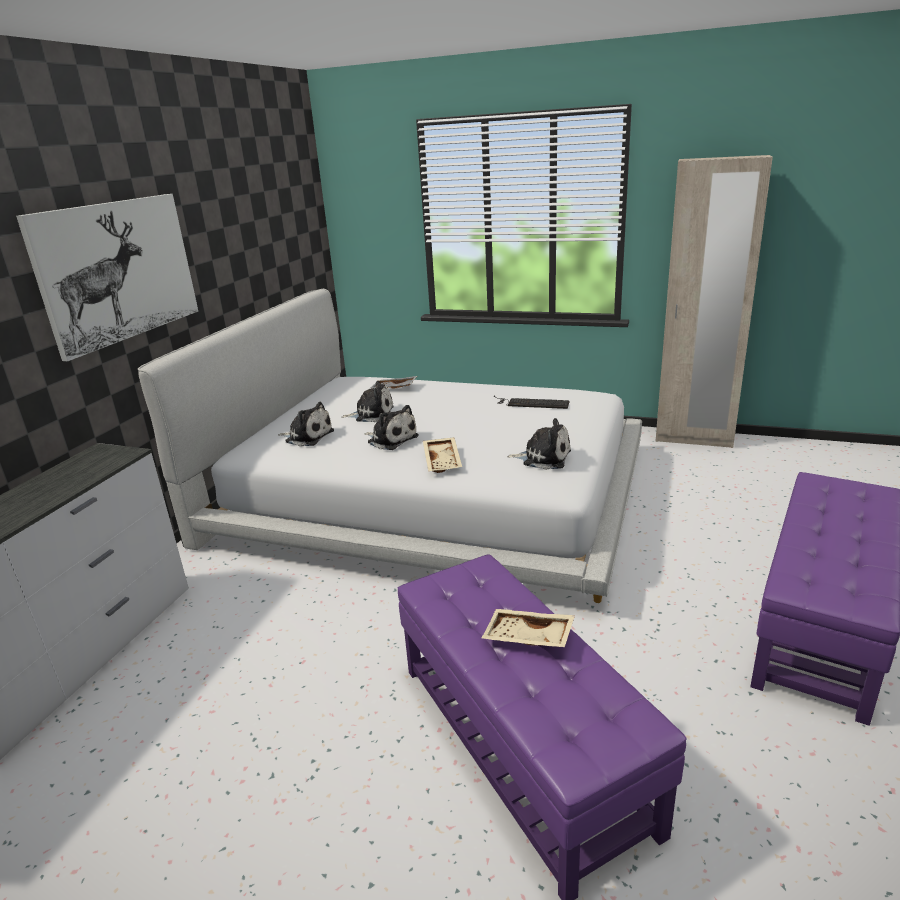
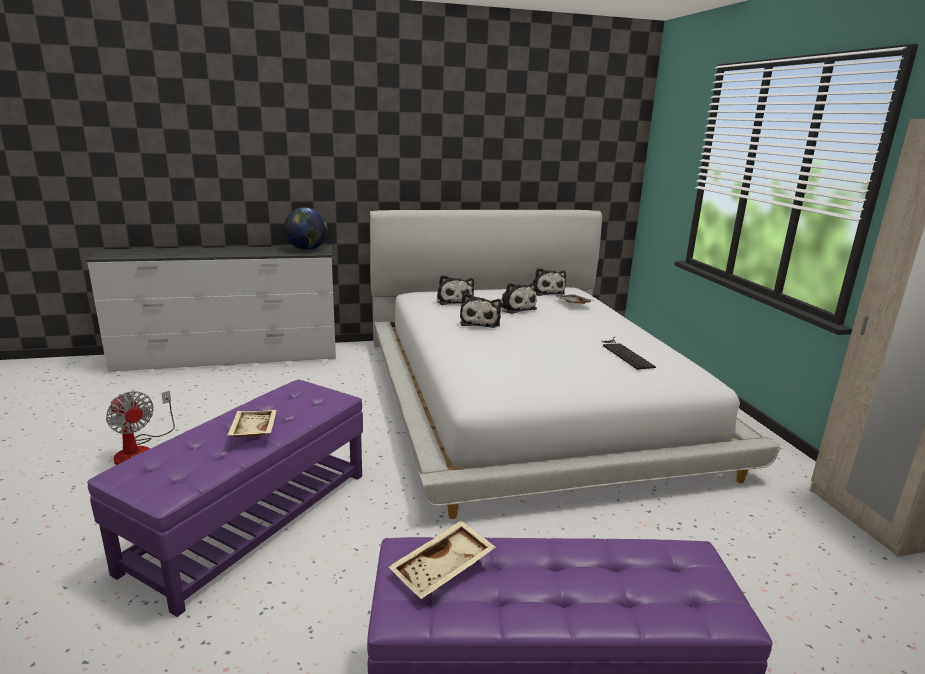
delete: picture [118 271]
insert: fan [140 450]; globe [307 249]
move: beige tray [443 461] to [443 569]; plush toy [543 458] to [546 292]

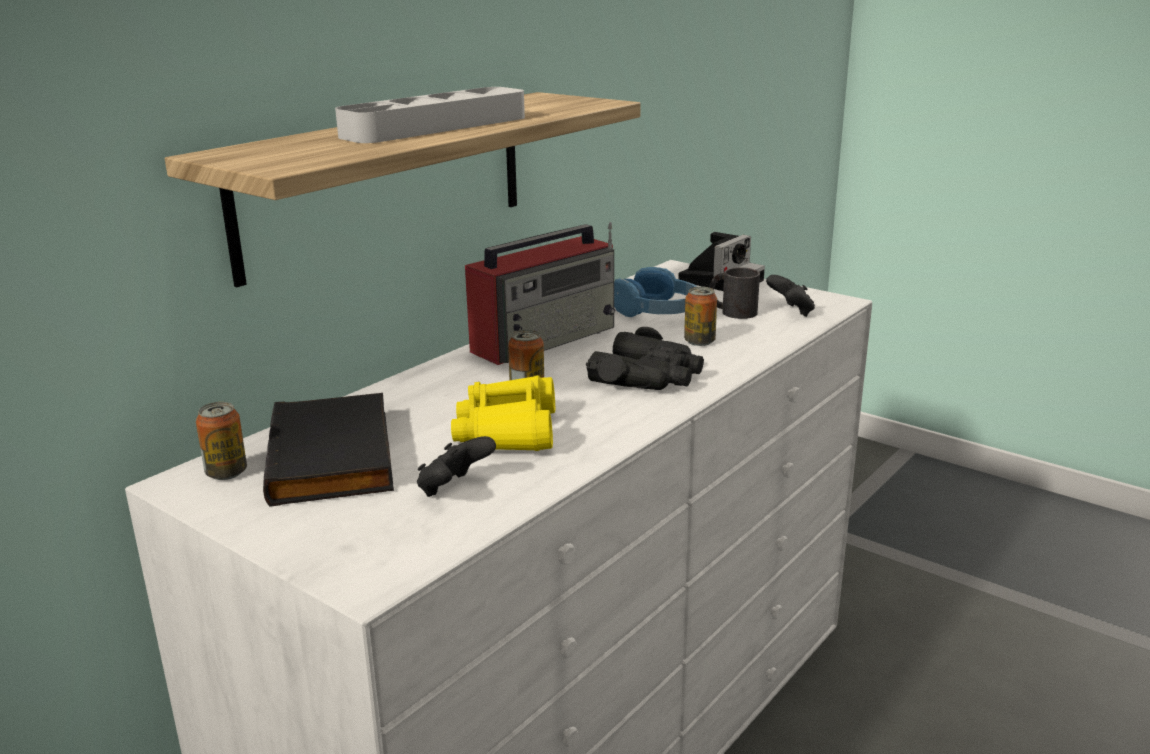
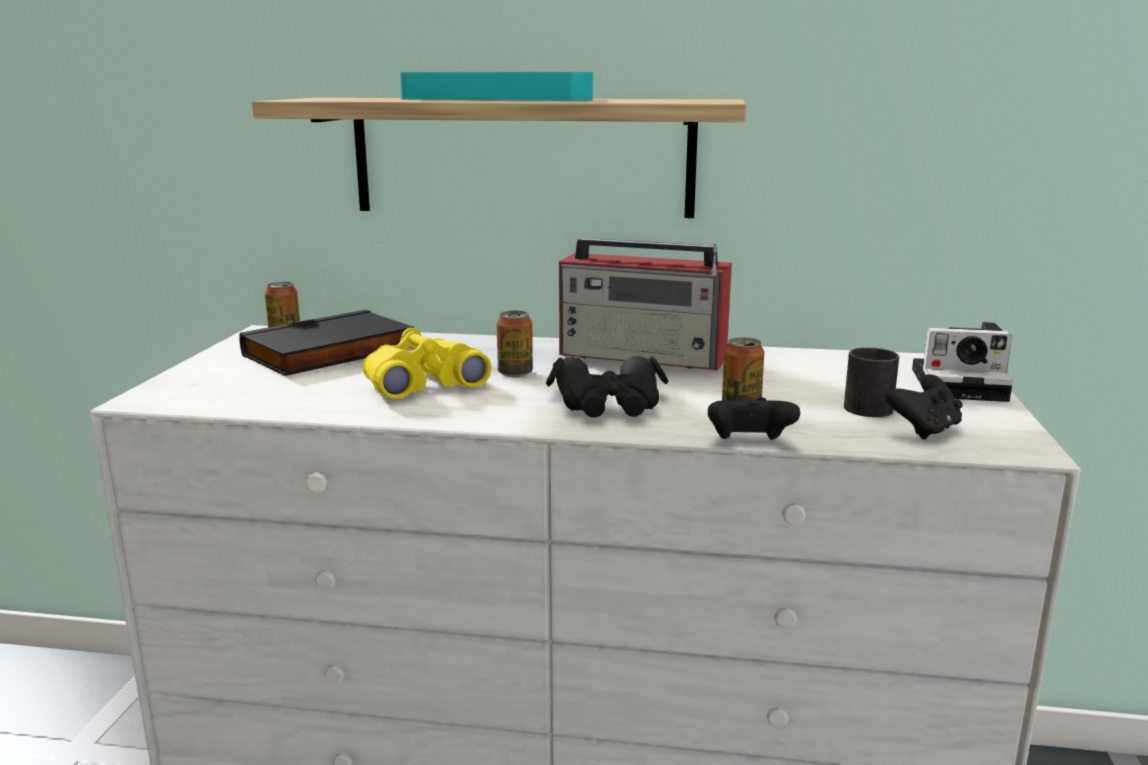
delete: blue headphones [657 311]
move: black game controller [454 489] to [749 443]
recolor: grey tray [436 127] to turquoise tray [495 99]

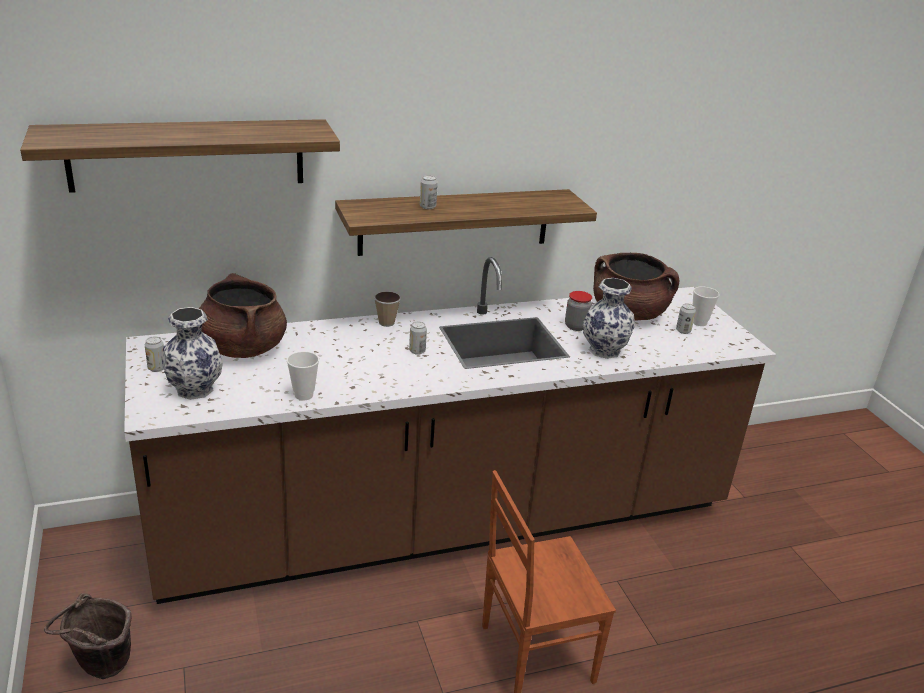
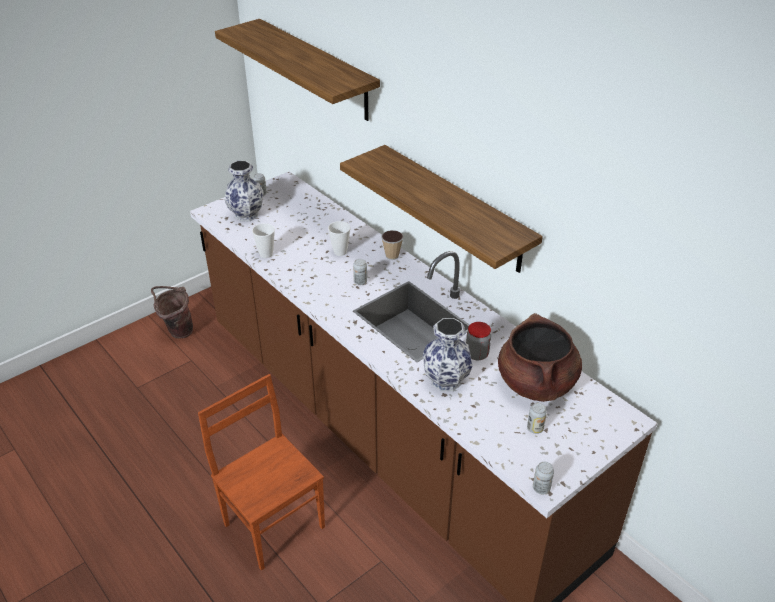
delete: brown cooking pot [243 348]
move: can [427 207] to [541 488]; cup [699 322] to [340 252]

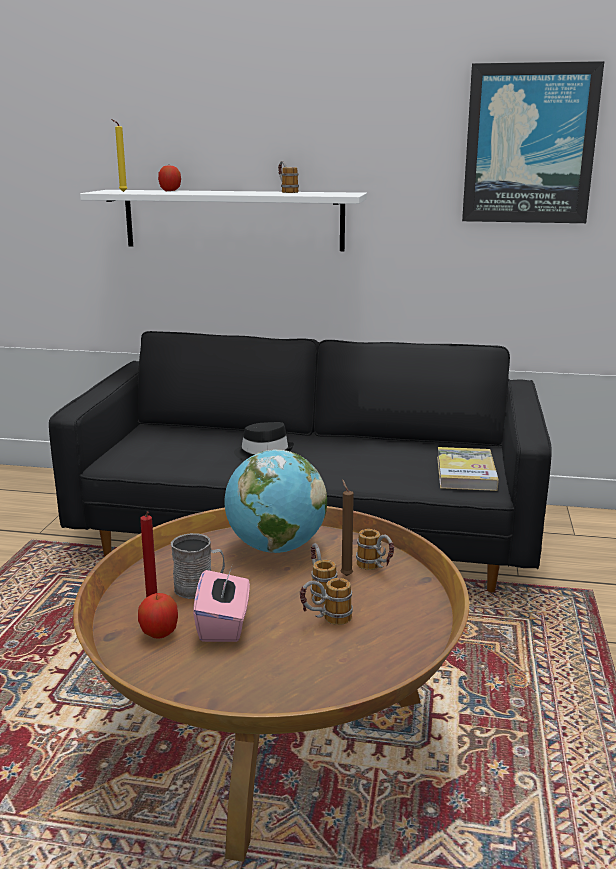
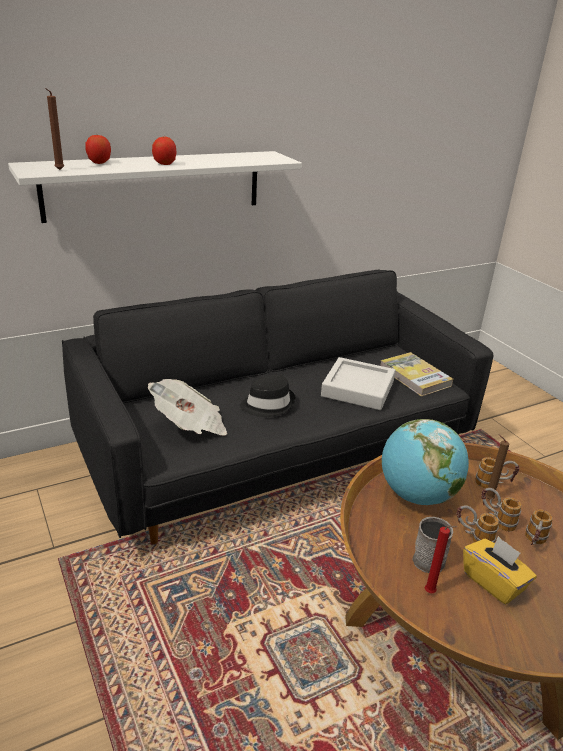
delete: picture [529 144]
insert: newspaper [190 425]; grey tray [358 389]
move: apple [159 633] to [165 164]; mug [286 192] to [472 537]
recolor: yellow candle [122 192] to brown candle [58 170]; pink tissue box [224 625] to yellow tissue box [493 582]

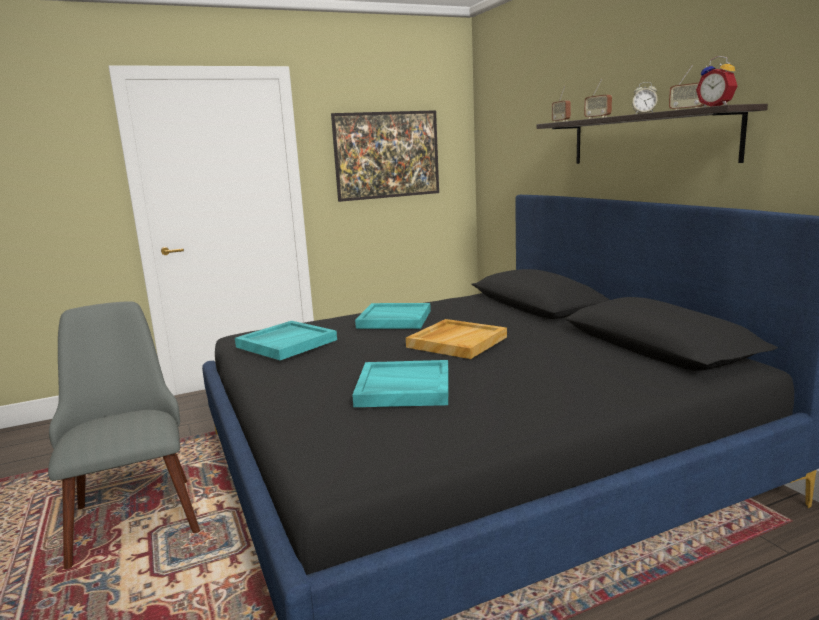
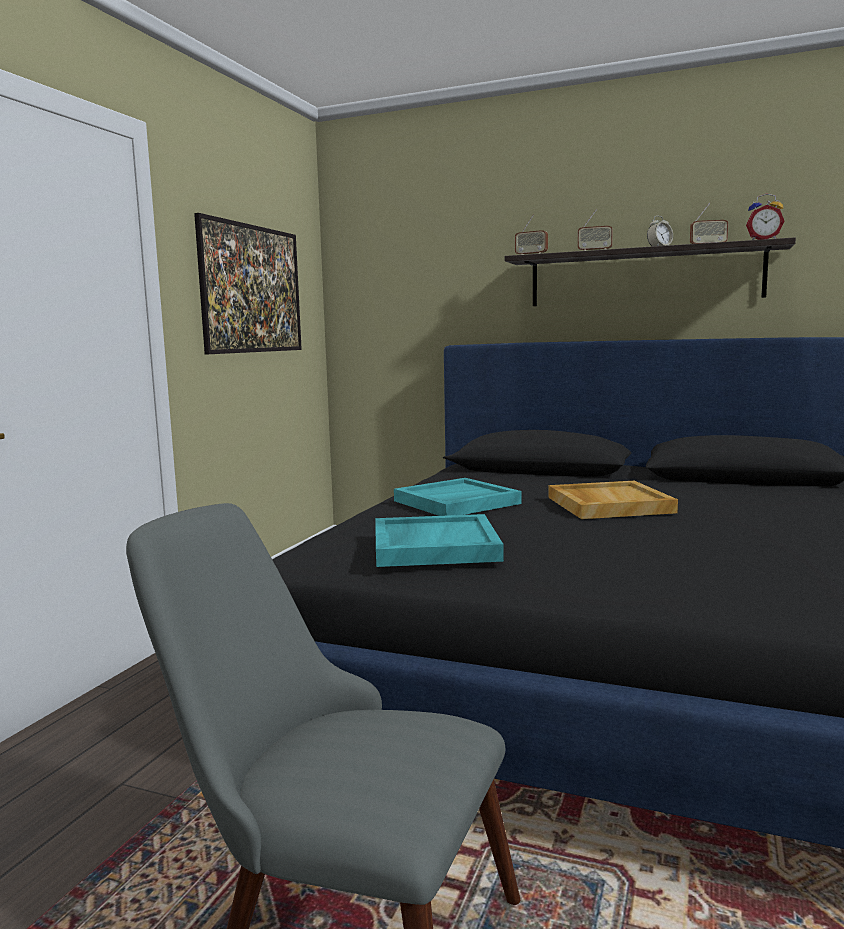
delete: turquoise tray [403 388]

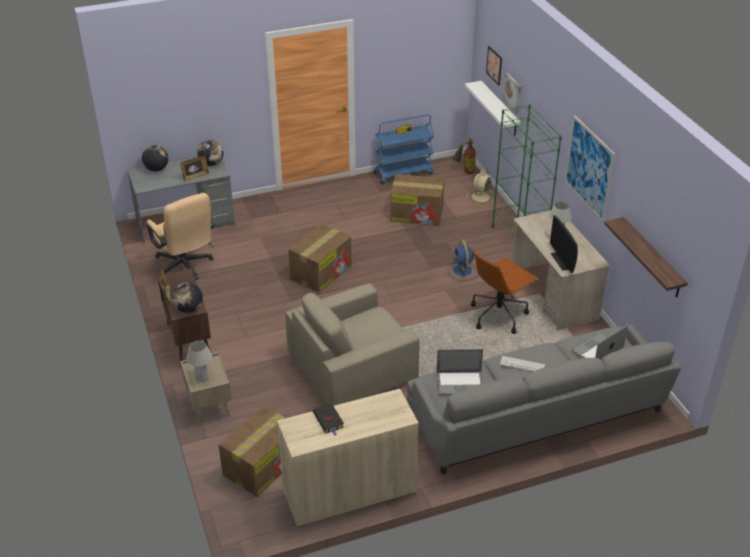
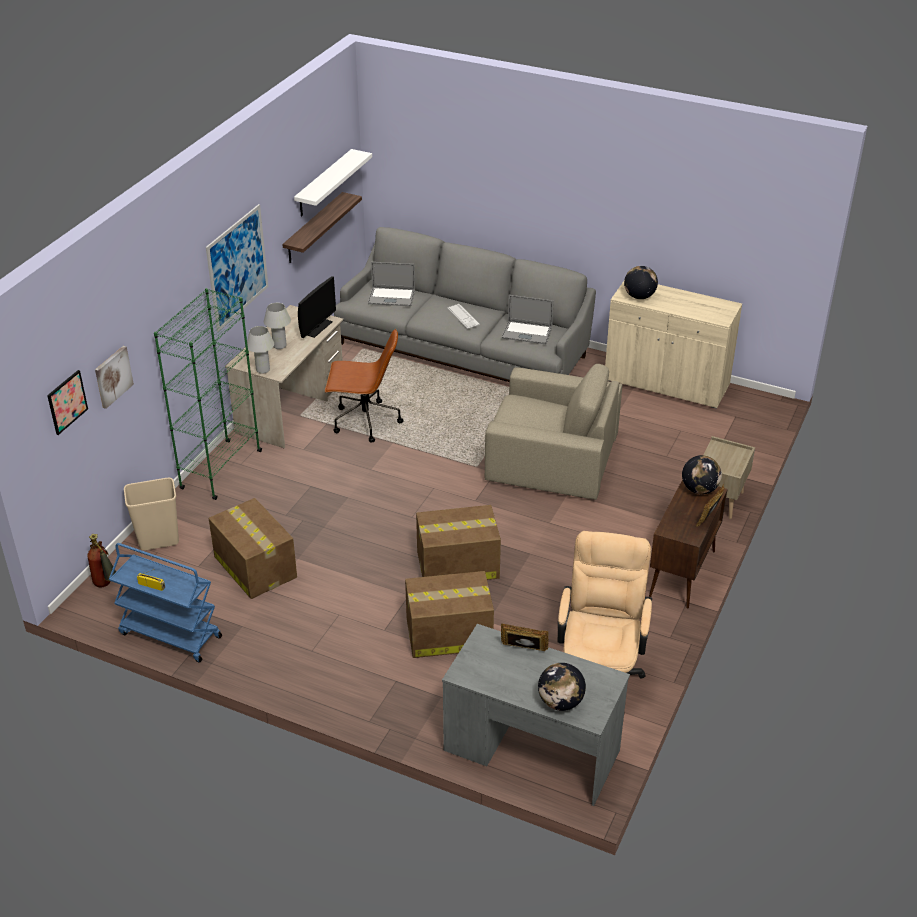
delete: black book [329 420]; blue fan [462 271]
move: white table lamp [202 377] to [263 370]; globe [211 164] to [639 296]; cardboard box [262 465] to [447 634]; white shelf [499 109] to [324 183]
replace: beige fan [480 197] to beige trash can [159 540]
rotate: laptop [460 383] = [527 333] 150 degrees clockwise

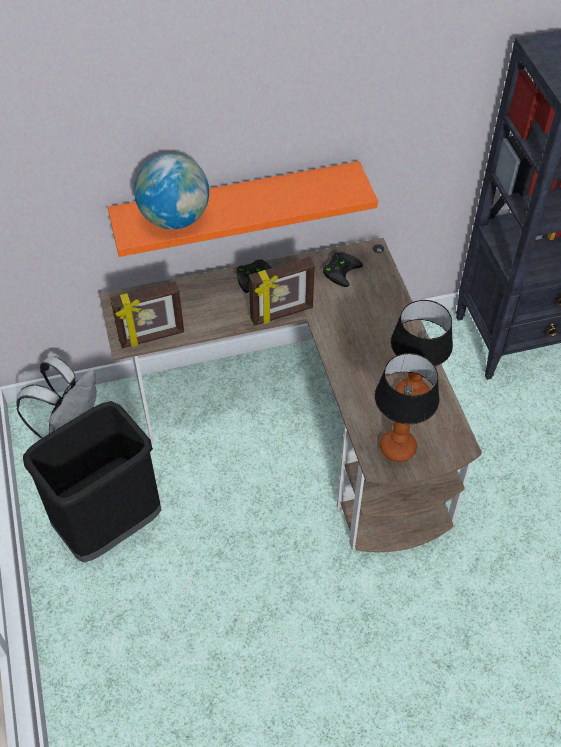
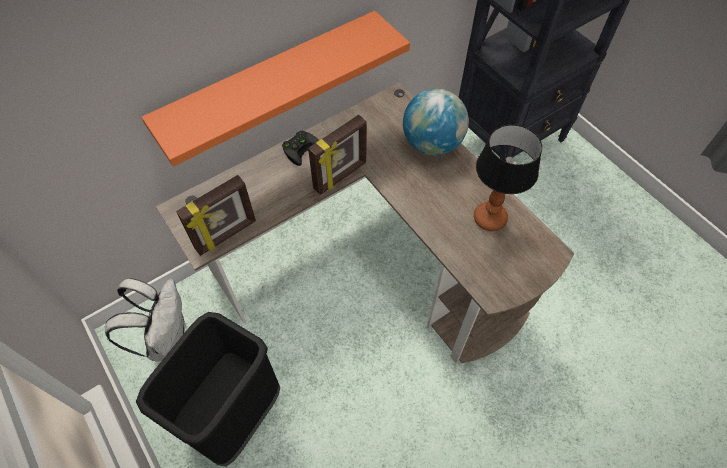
delete: black game controller [340 269]; table lamp [398 448]
move: globe [175 218] to [432 143]

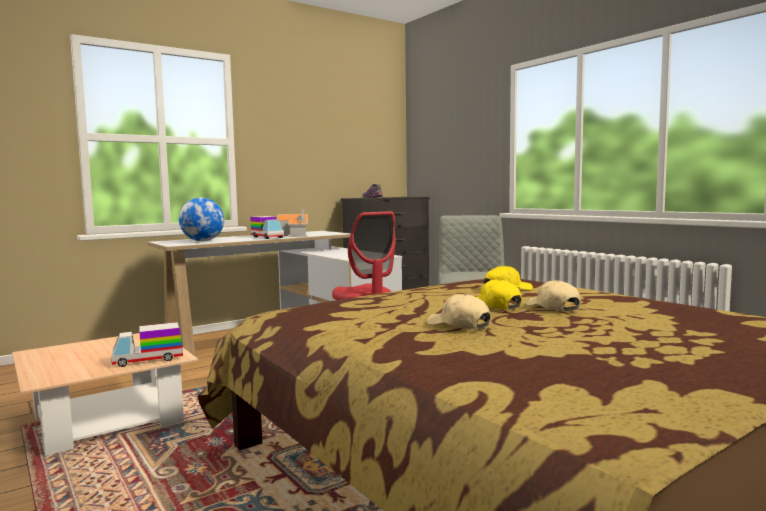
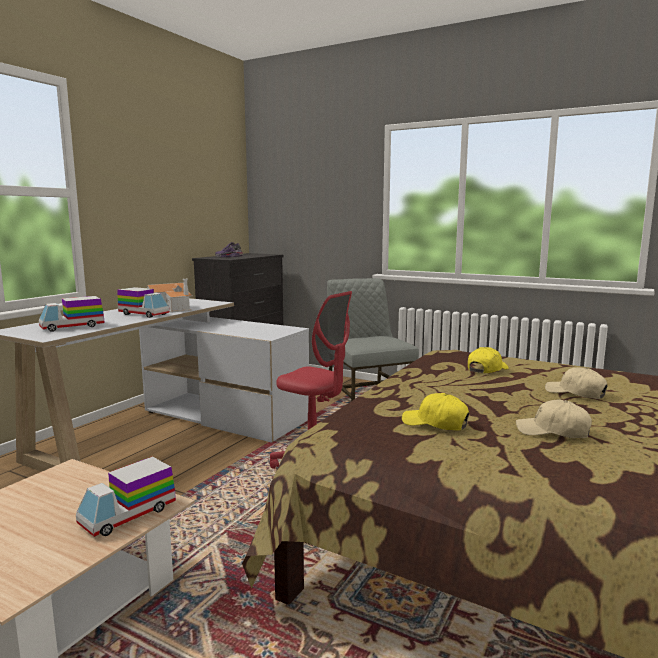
move: yellow cap [494 306] to [435 423]
replace: globe [203 241] to toy truck [72 327]

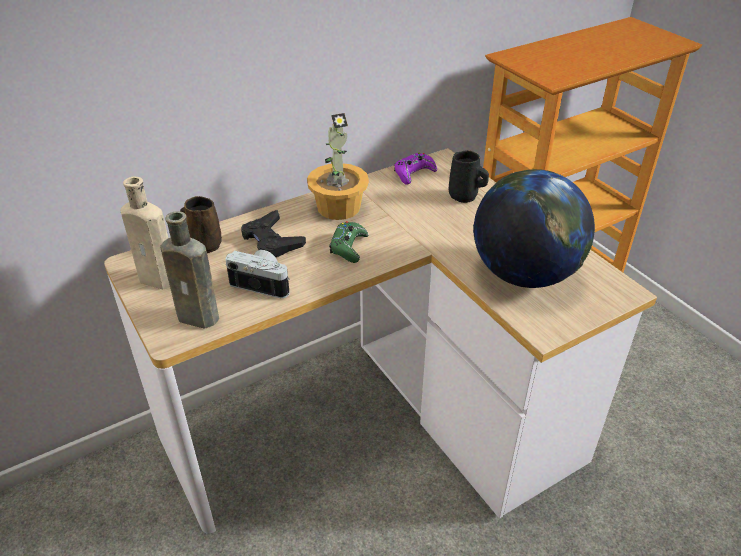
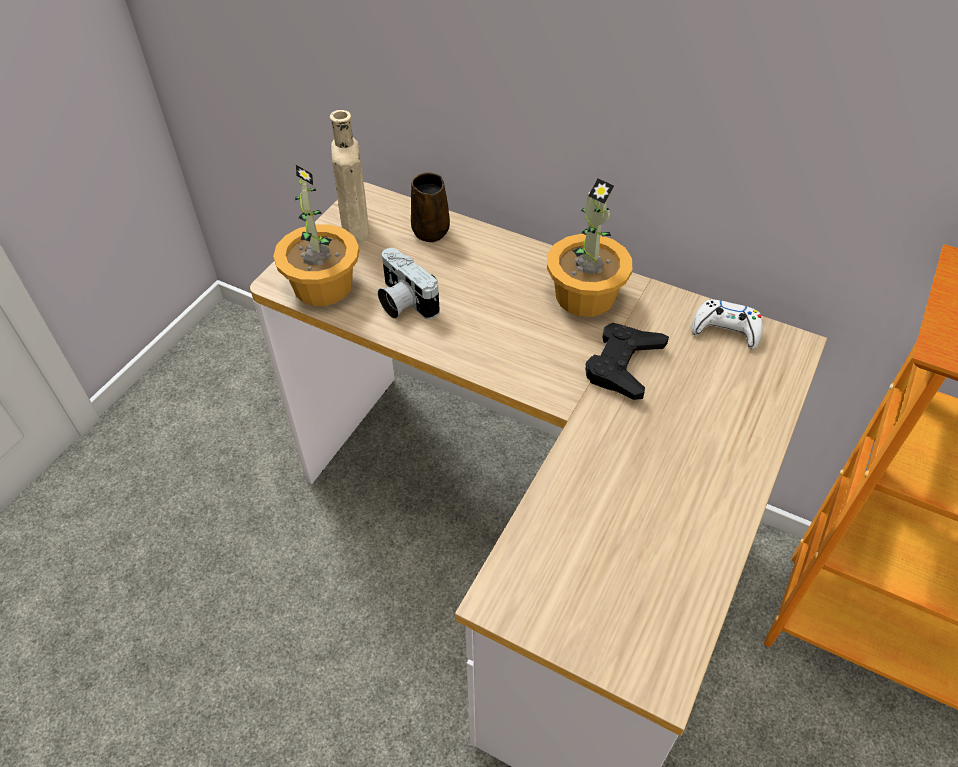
delete: green game controller [348 247]; black mug [464 196]; globe [524 275]
move: black game controller [271 241] to [623 365]
replace: brown bottle [201 317] to potted plant [322 285]
recolor: purple game controller [414 173] to white game controller [725 330]
rotate: photo camera [263 283] = [403 302] 150 degrees clockwise

